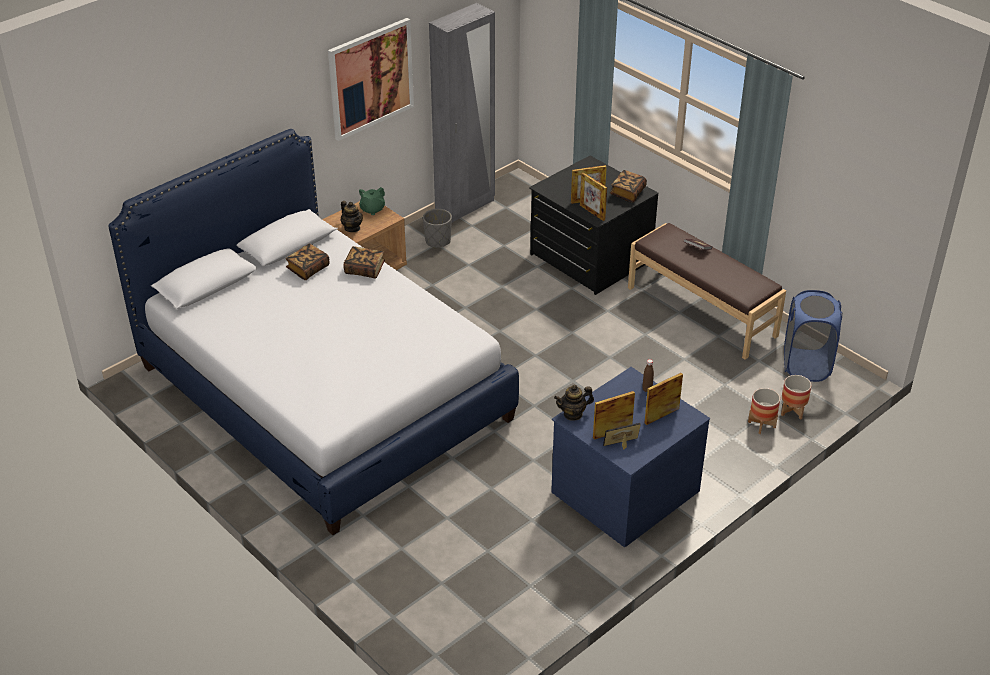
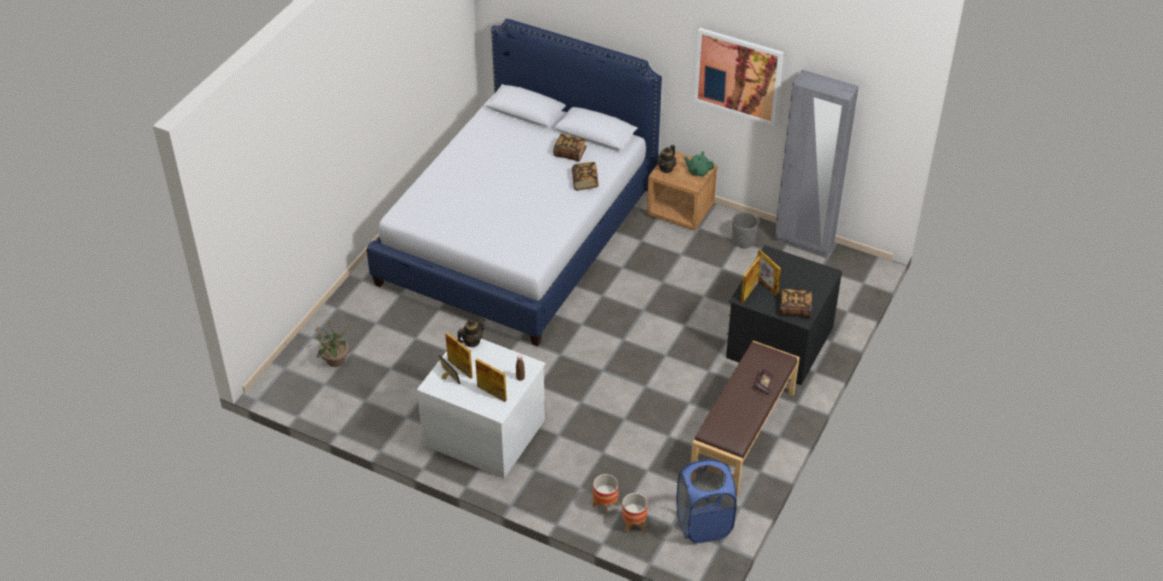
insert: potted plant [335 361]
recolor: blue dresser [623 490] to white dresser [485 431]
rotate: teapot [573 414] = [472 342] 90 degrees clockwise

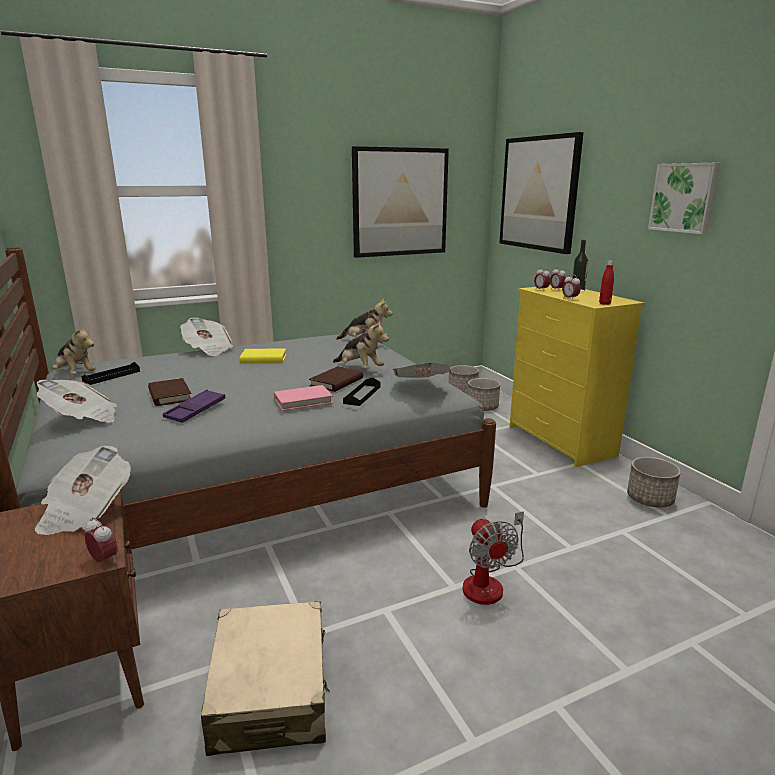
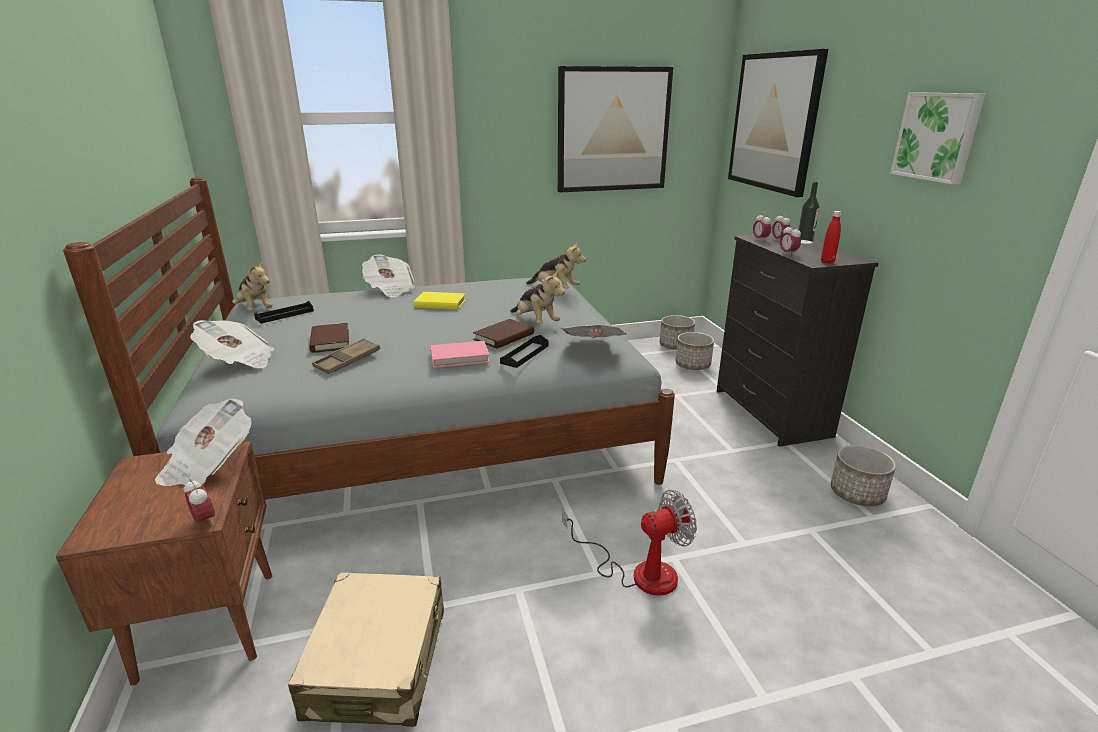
recolor: purple tray [195 410] to brown tray [347 360]; yellow dresser [561 441] to black dresser [771 413]
rotate: fan [489 582] = [639 572] 105 degrees counterclockwise

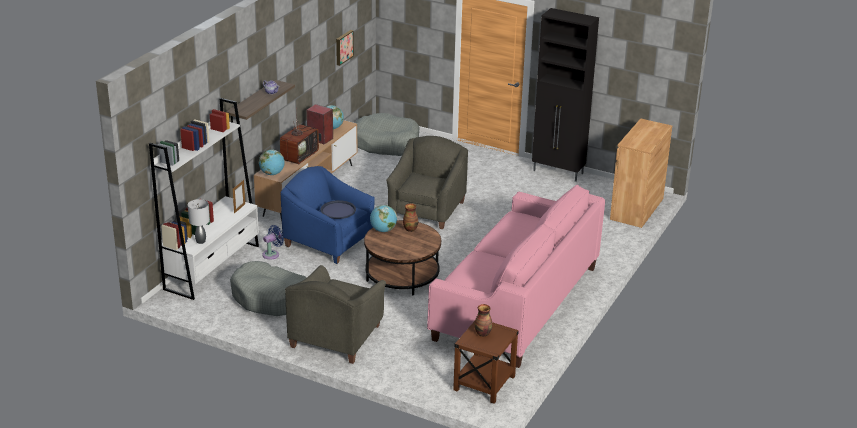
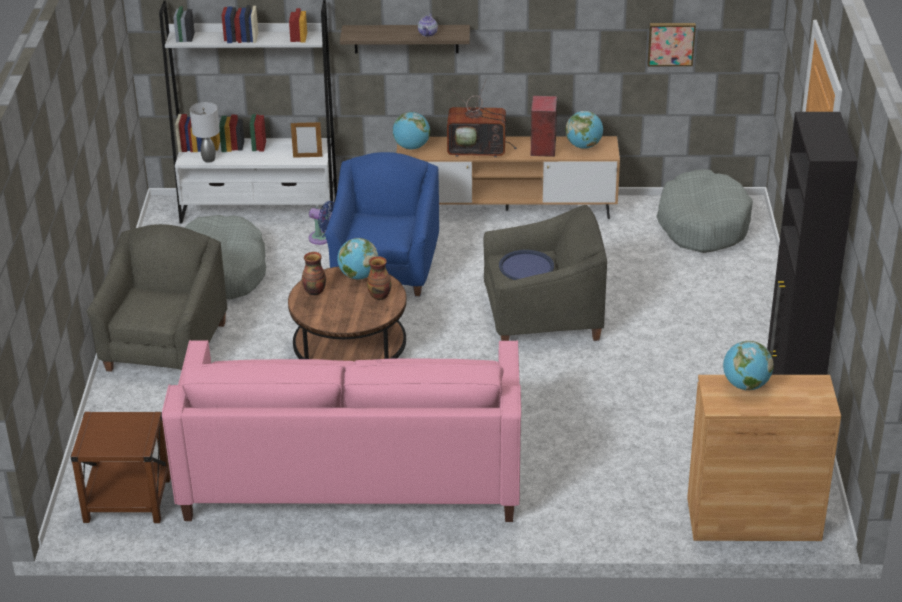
insert: globe [745 385]
move: blue tray [338 210] to [526 267]; vase [483 333] to [314 291]
rotate: grey armchair [336 337] = [165 347] 105 degrees clockwise

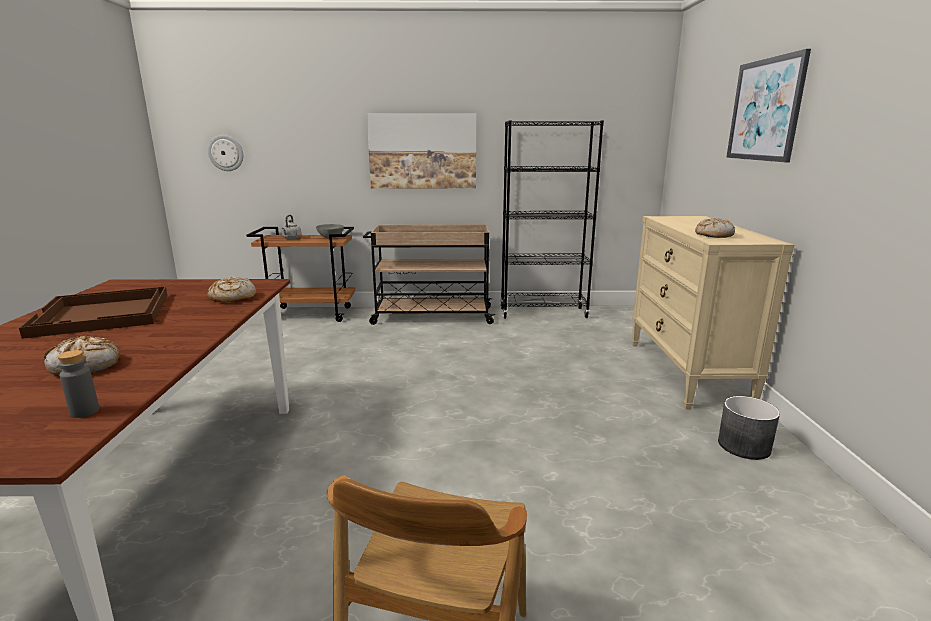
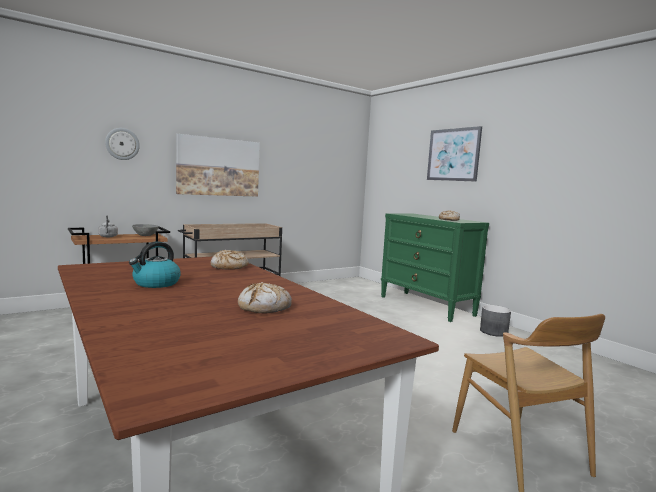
delete: grey bottle [85 411]; black bookcase [543 313]
move: wall clock [226 153] to [122 144]
replace: brown tray [104 314] to kettle [156 284]
recolor: beige dresser [687 373] to green dresser [426 306]

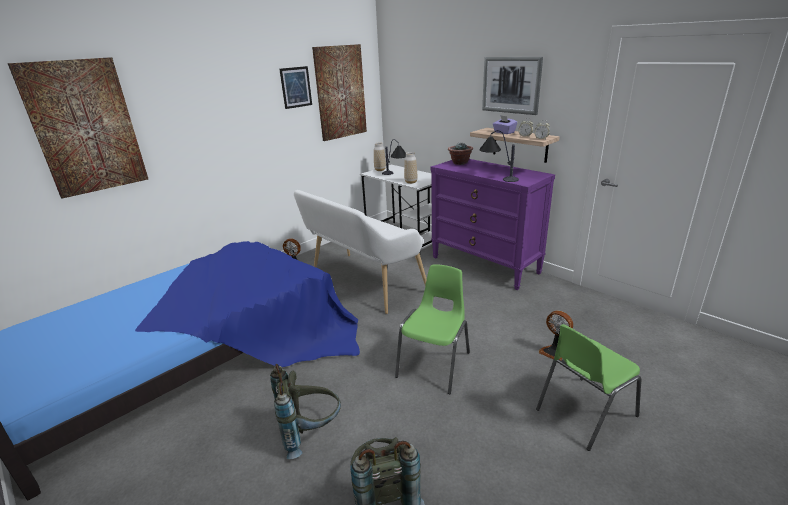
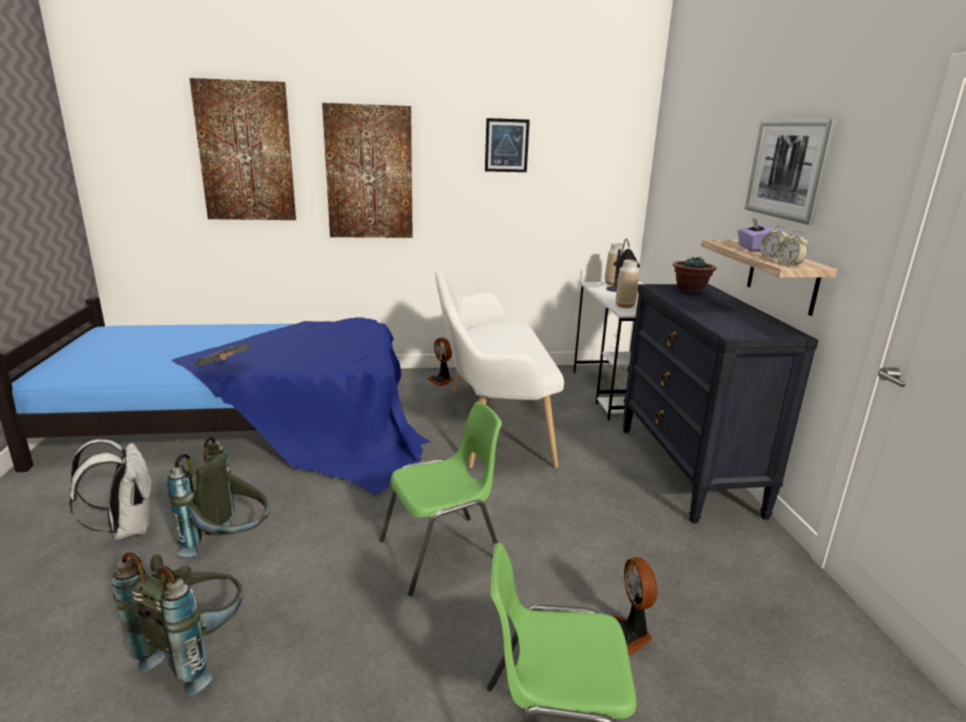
delete: table lamp [496 177]
insert: white backpack [127 528]; newspaper [224 369]
move: picture [340 92] to [369 173]
recolor: purple dresser [485 265] to black dresser [688 469]

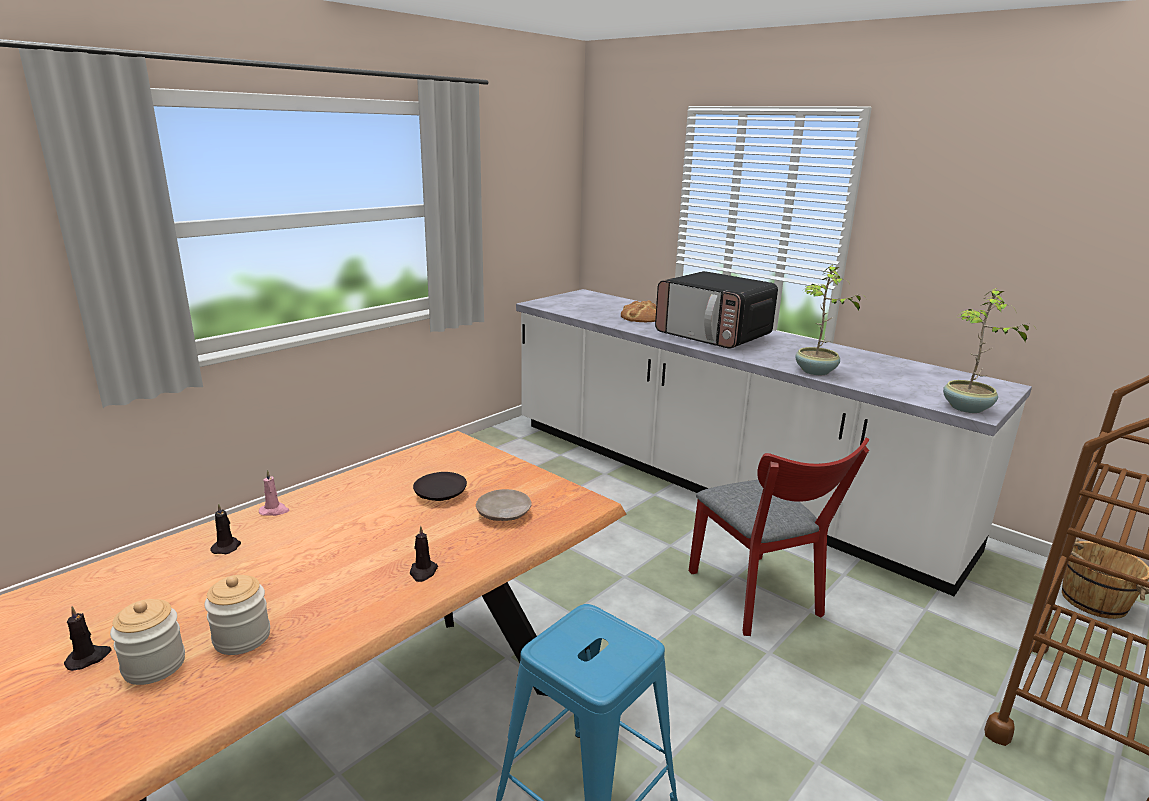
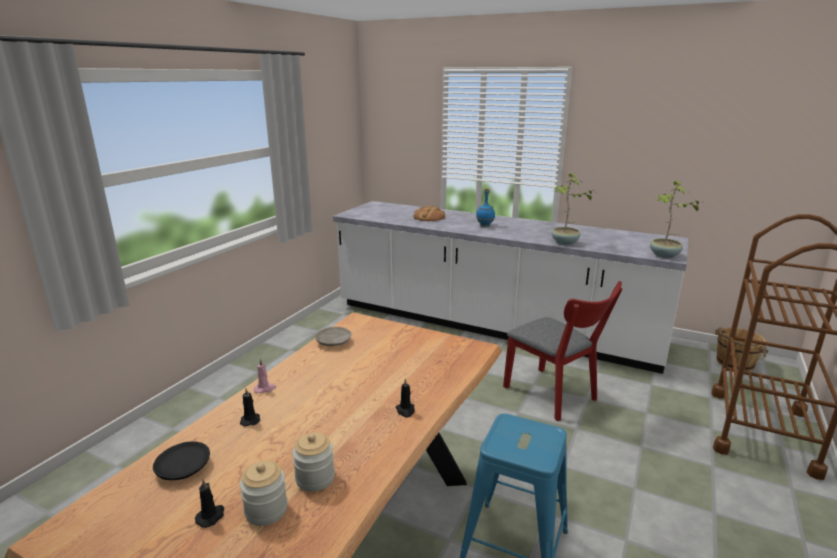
move: black plate [440 494] to [183 468]; beige plate [503 513] to [333 342]
replace: microwave [713 335] to blue bottle [485 225]

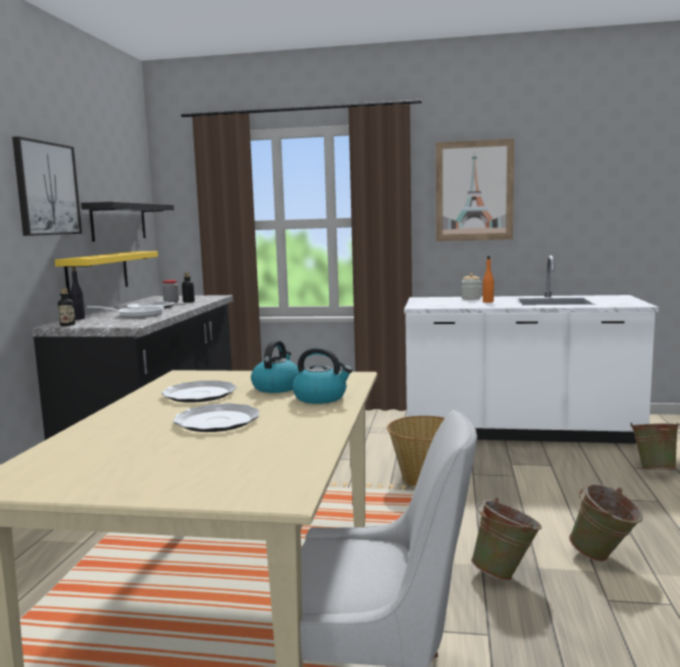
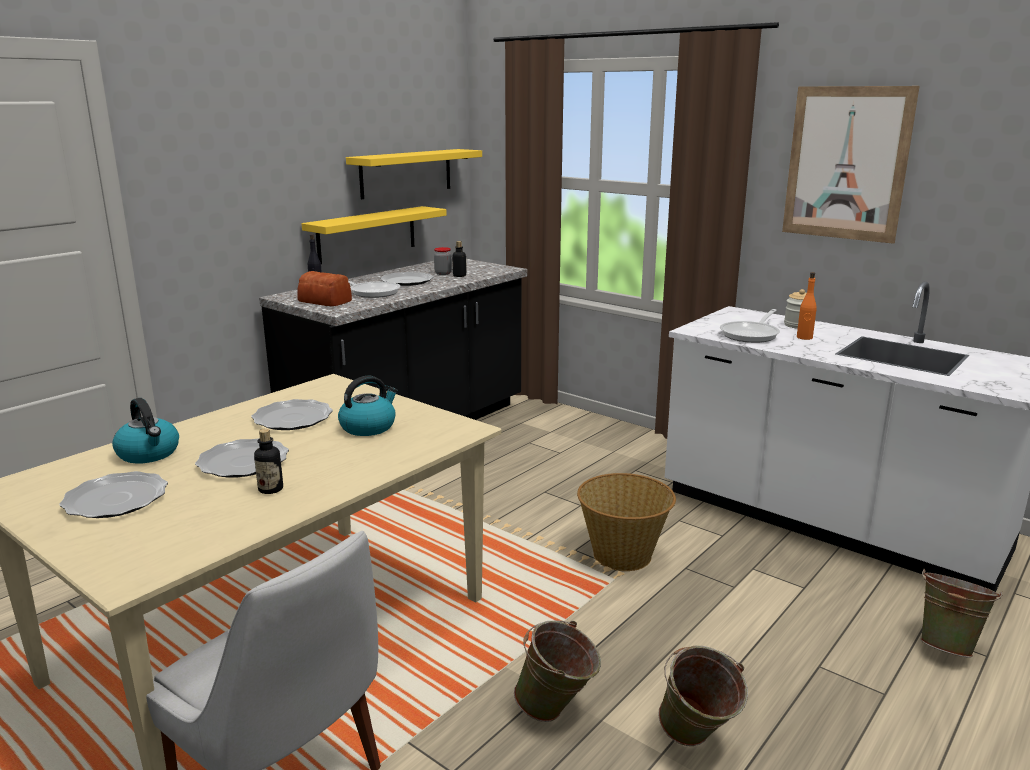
delete: picture [46 189]
insert: plate [115 499]; bread [325 301]; frying pan [751 334]
move: bottle [67 325] to [271 489]; kettle [321 398] to [149 454]
recolor: black shelf [119 222] to yellow shelf [406 173]

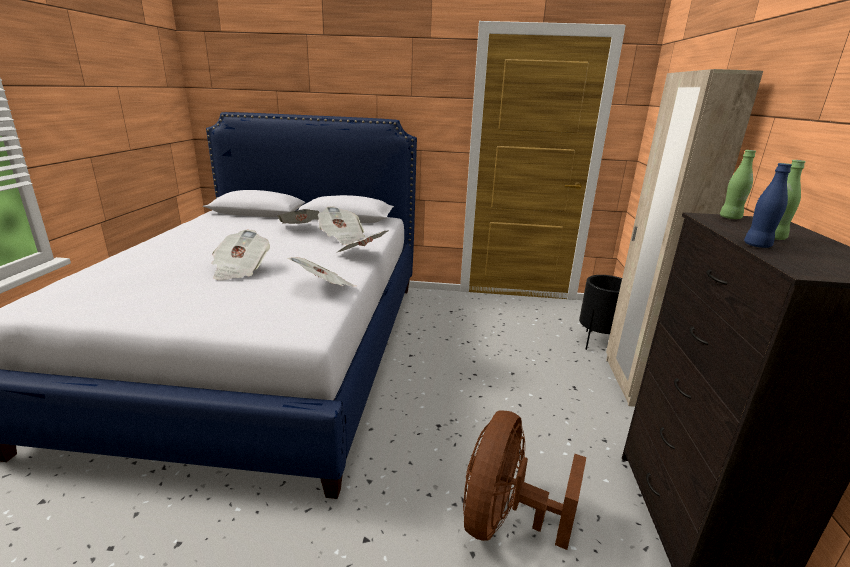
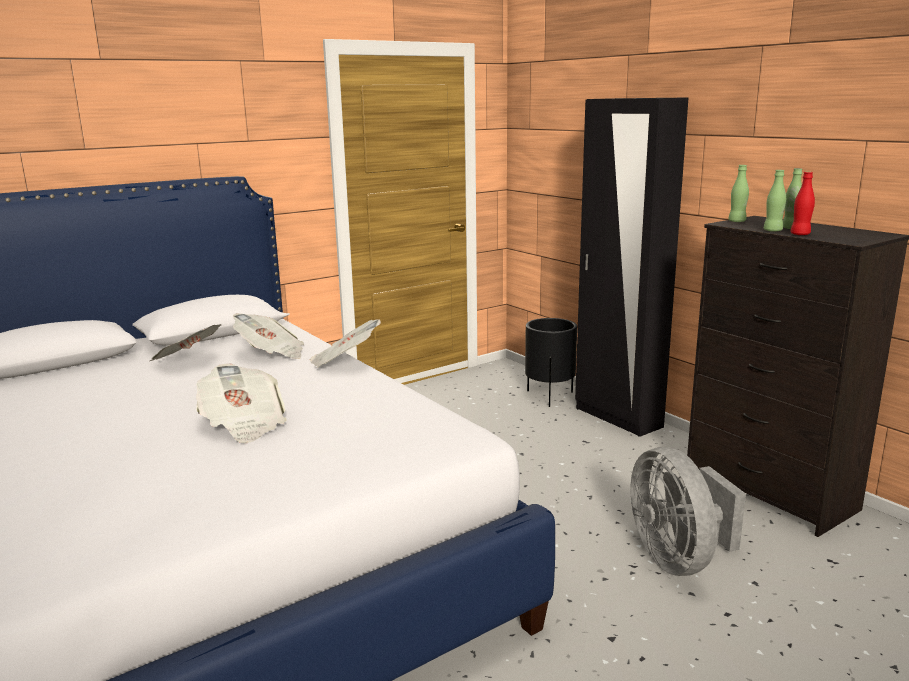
delete: newspaper [324 288]
insert: green bottle [772 230]
recolor: brown fan [505 519] to grey fan [678 559]; beige wardrobe [631 382] to black wardrobe [617 418]; blue bottle [757 245] to red bottle [800 234]

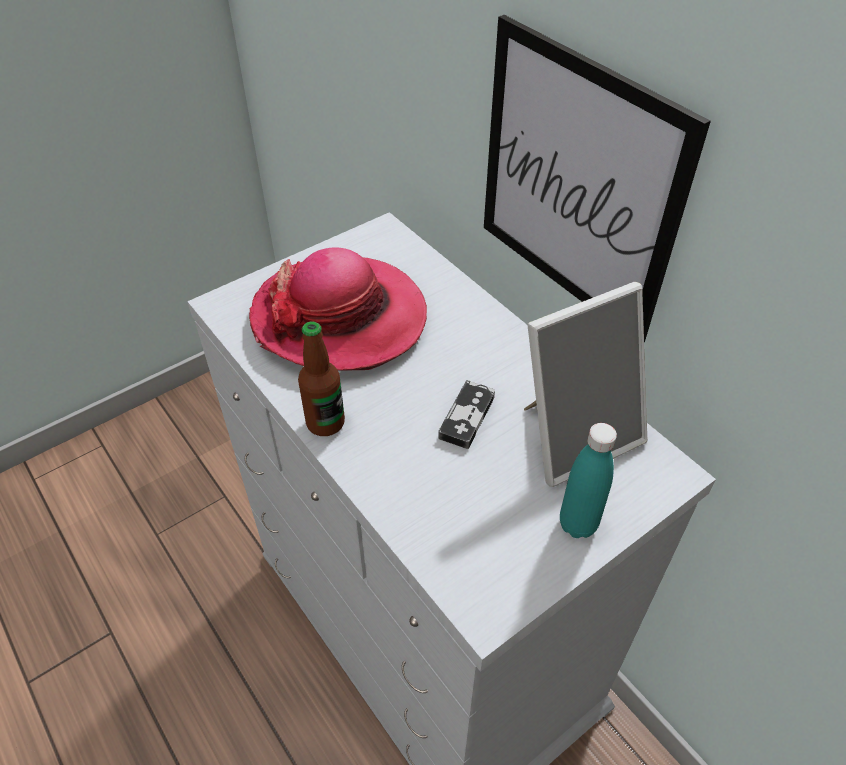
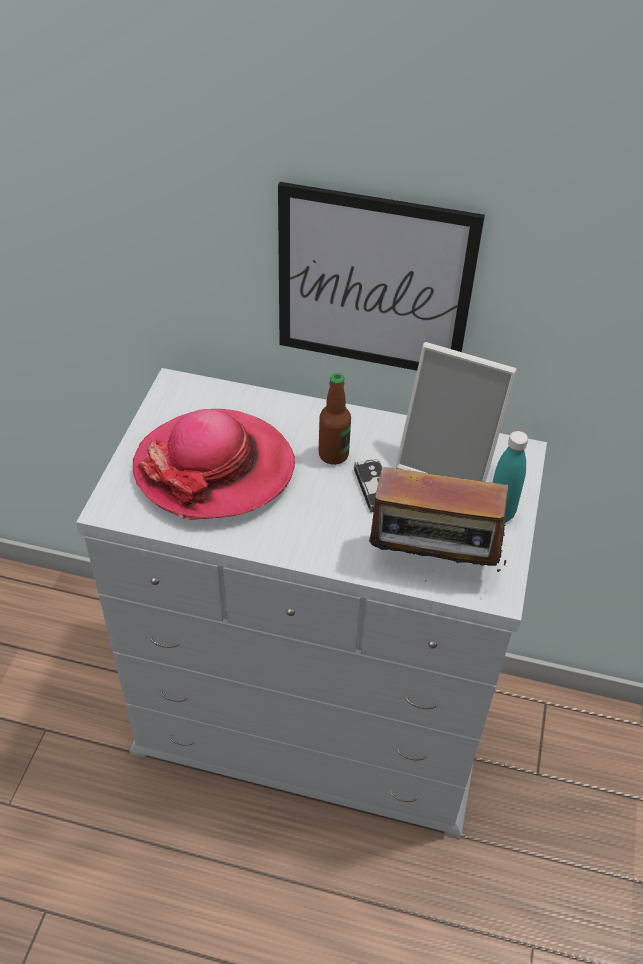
insert: radio [432 562]
move: bottle [325 423] to [333 455]
rotate: picture frame [574 435] = [449 461] 90 degrees clockwise

